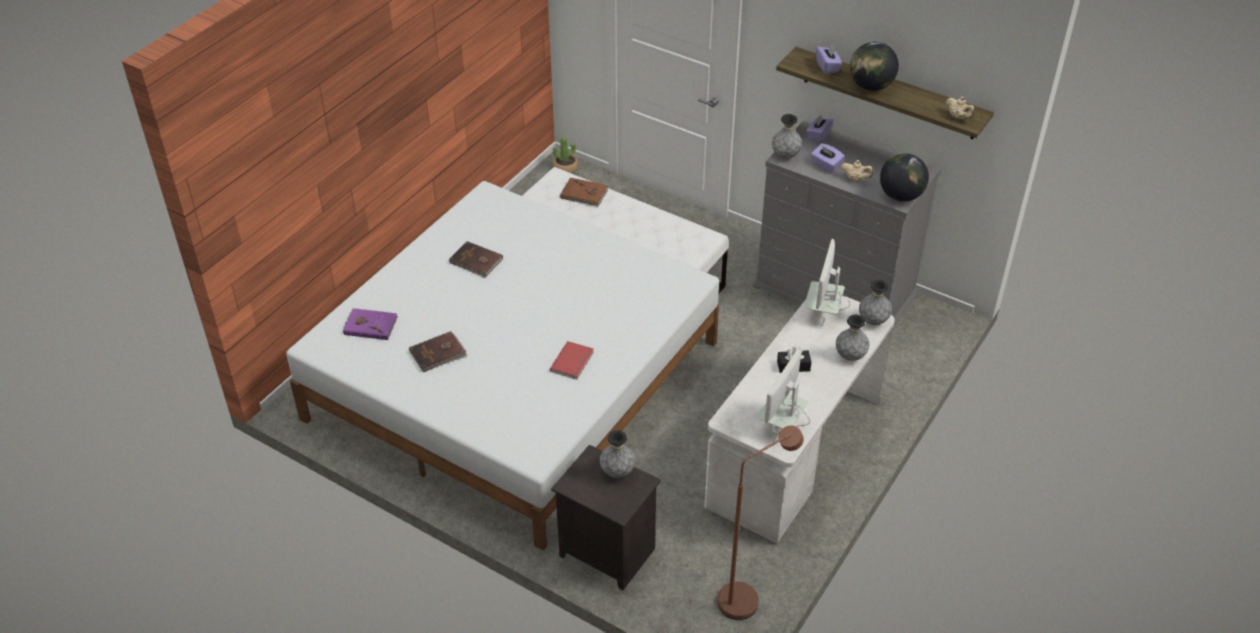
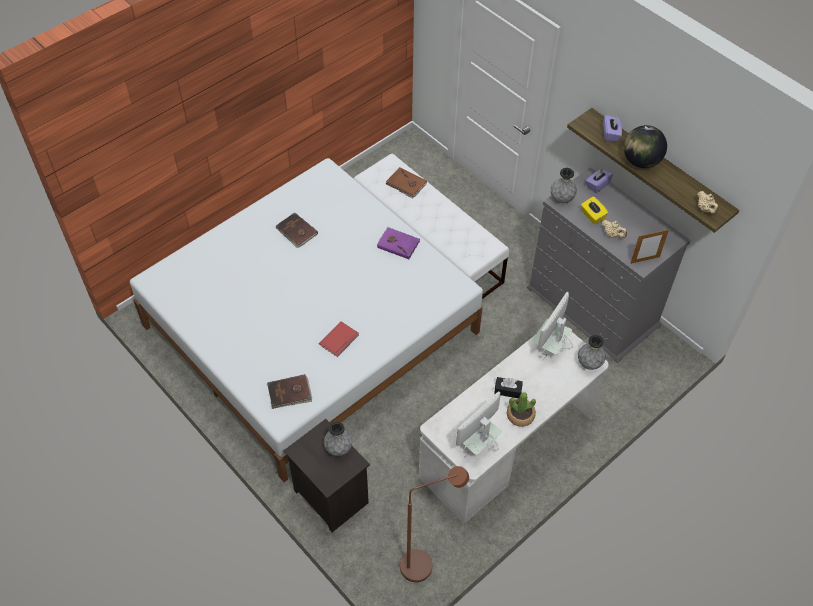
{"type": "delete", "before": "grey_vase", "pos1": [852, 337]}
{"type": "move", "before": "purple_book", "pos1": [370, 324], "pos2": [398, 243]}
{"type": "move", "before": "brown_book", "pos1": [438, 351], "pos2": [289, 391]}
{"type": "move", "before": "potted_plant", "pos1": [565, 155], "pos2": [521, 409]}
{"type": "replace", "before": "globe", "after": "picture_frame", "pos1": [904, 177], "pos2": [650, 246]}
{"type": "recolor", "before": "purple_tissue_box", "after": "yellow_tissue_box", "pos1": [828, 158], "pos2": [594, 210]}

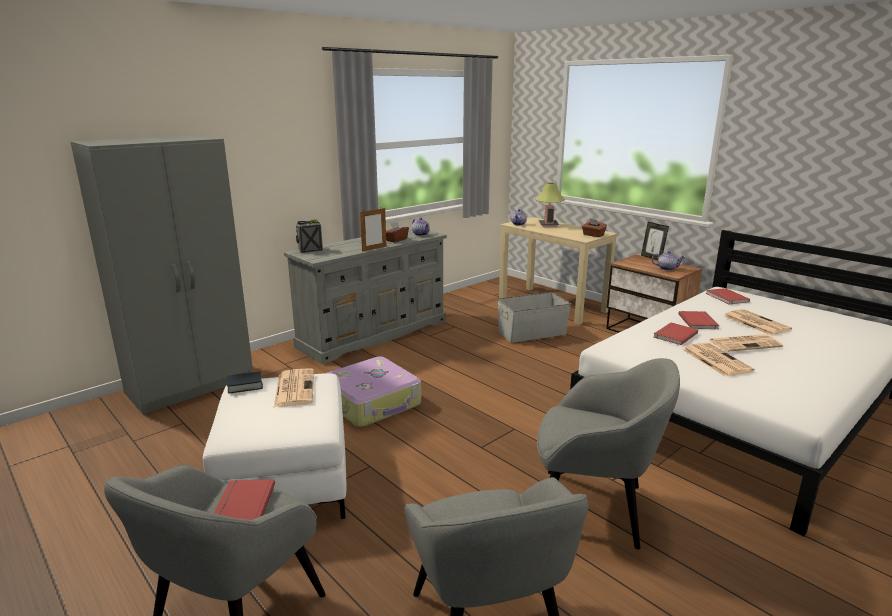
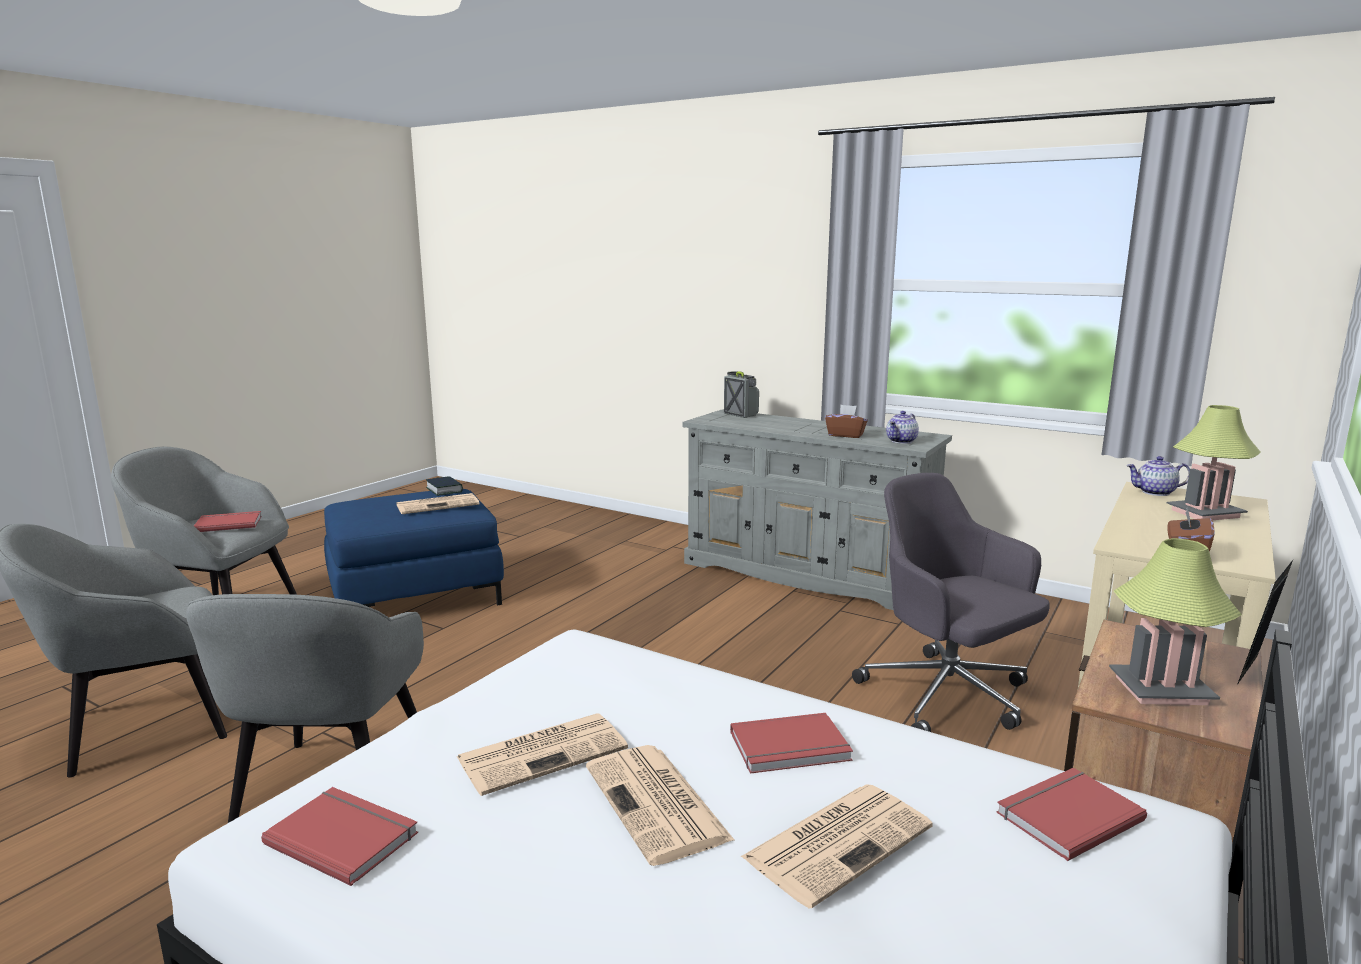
{"type": "delete", "before": "grey_wardrobe", "pos1": [161, 275]}
{"type": "delete", "before": "suitcase", "pos1": [374, 392]}
{"type": "delete", "before": "picture_frame", "pos1": [373, 230]}
{"type": "move", "before": "red_book", "pos1": [675, 334], "pos2": [339, 836]}
{"type": "replace", "before": "grey_storage_box", "after": "grey_office_chair", "pos1": [534, 317], "pos2": [951, 602]}
{"type": "replace", "before": "teapot", "after": "table_lamp", "pos1": [668, 260], "pos2": [1175, 621]}
{"type": "recolor", "before": "white_ottoman", "after": "blue_ottoman", "pos1": [274, 446], "pos2": [414, 548]}

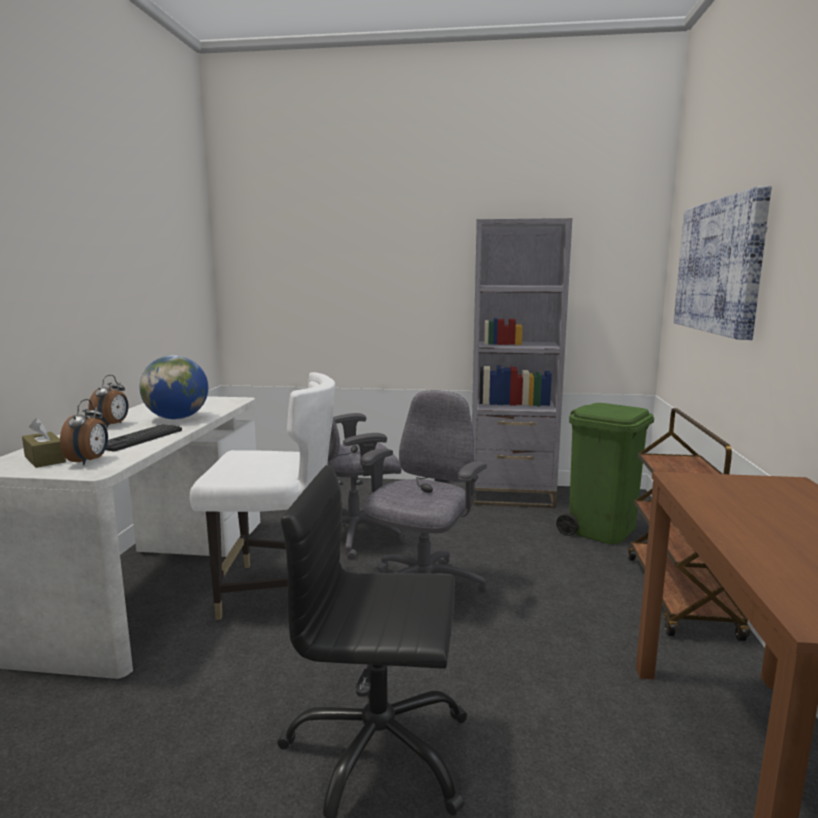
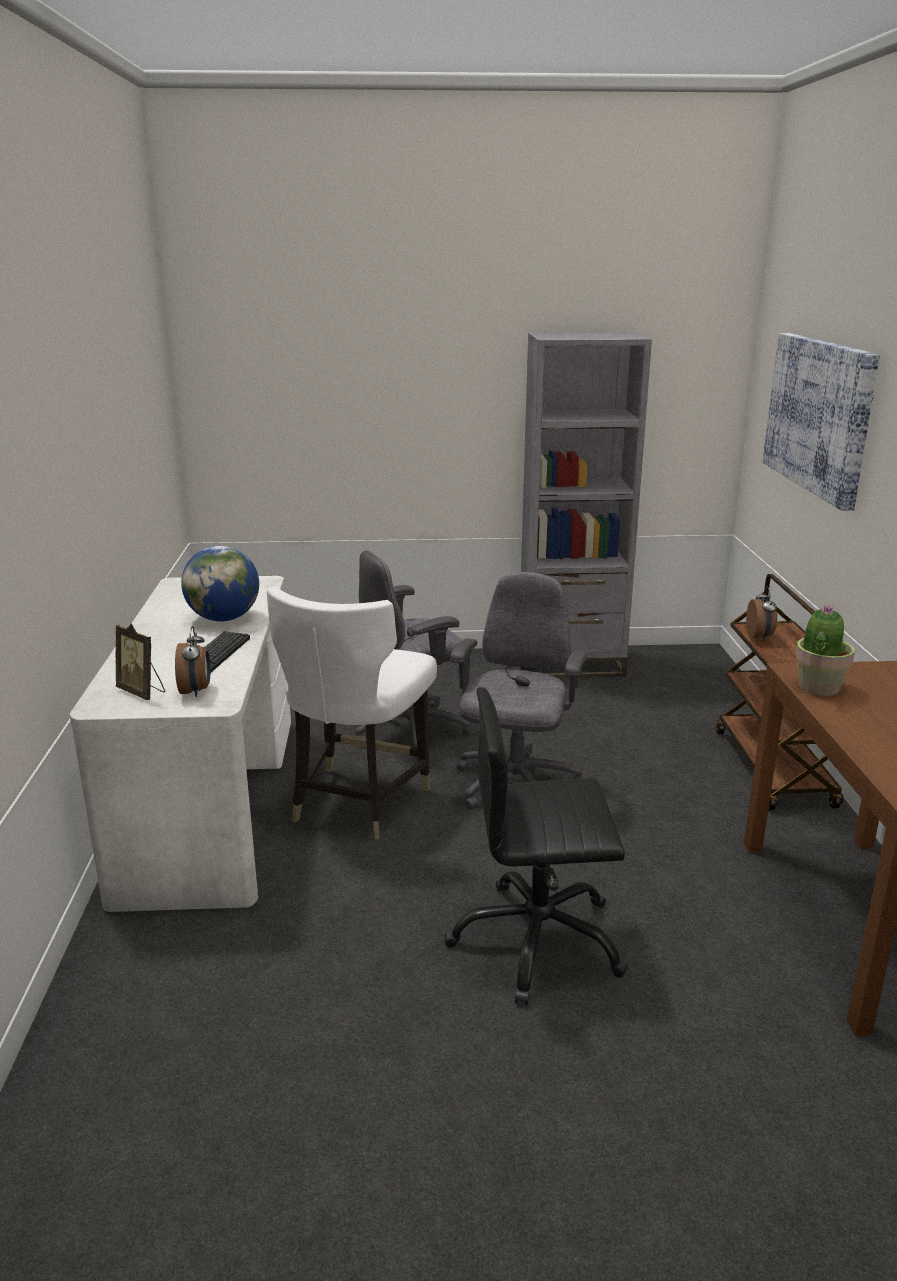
{"type": "delete", "before": "green_trash_can", "pos1": [605, 473]}
{"type": "insert", "after": "potted_plant", "pos2": [825, 650]}
{"type": "move", "before": "alarm_clock", "pos1": [108, 401], "pos2": [761, 614]}
{"type": "replace", "before": "brown_tissue_box", "after": "picture_frame", "pos1": [44, 443], "pos2": [140, 662]}
{"type": "rotate", "before": "white_chair", "pos1": [262, 496], "pos2": [352, 713], "turn": 120}

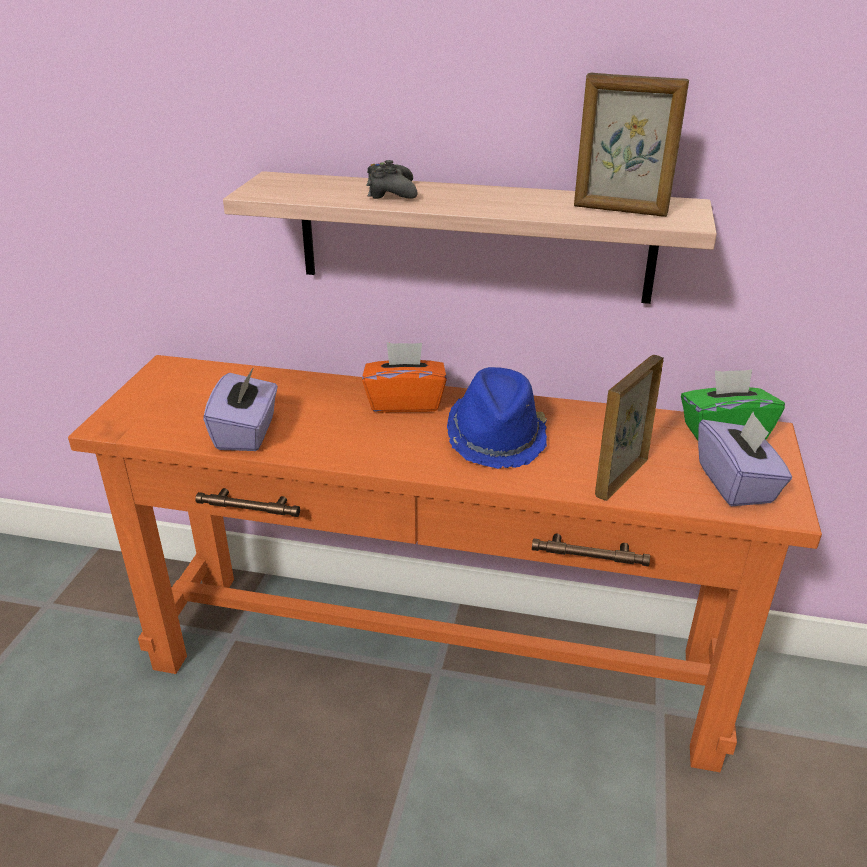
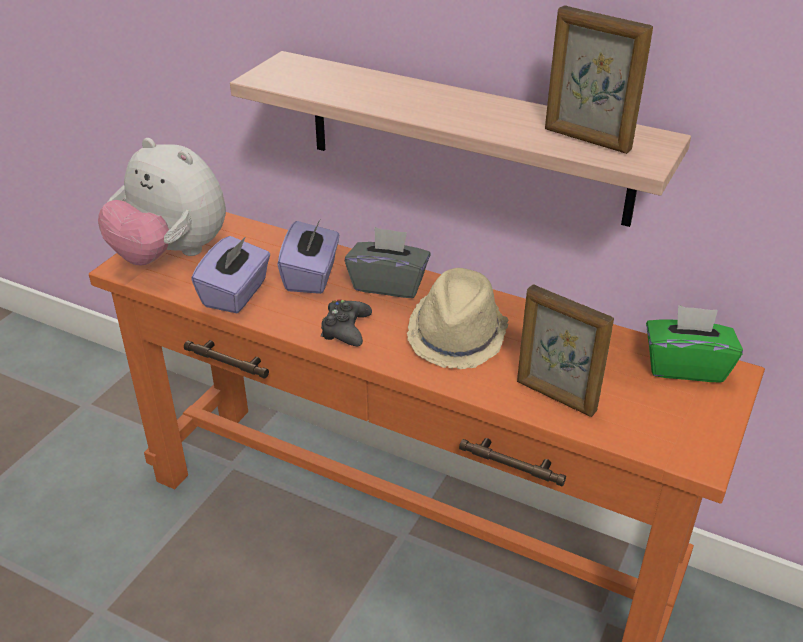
{"type": "insert", "after": "plush_toy", "pos2": [162, 202]}
{"type": "move", "before": "black_game_controller", "pos1": [392, 179], "pos2": [346, 322]}
{"type": "move", "before": "purple_tissue_box", "pos1": [745, 459], "pos2": [308, 257]}
{"type": "recolor", "before": "orange_tissue_box", "after": "grey_tissue_box", "pos1": [404, 377], "pos2": [388, 262]}
{"type": "recolor", "before": "blue_hat", "after": "beige_hat", "pos1": [497, 418], "pos2": [457, 318]}
{"type": "rotate", "before": "picture_frame", "pos1": [629, 428], "pos2": [565, 350], "turn": -105}

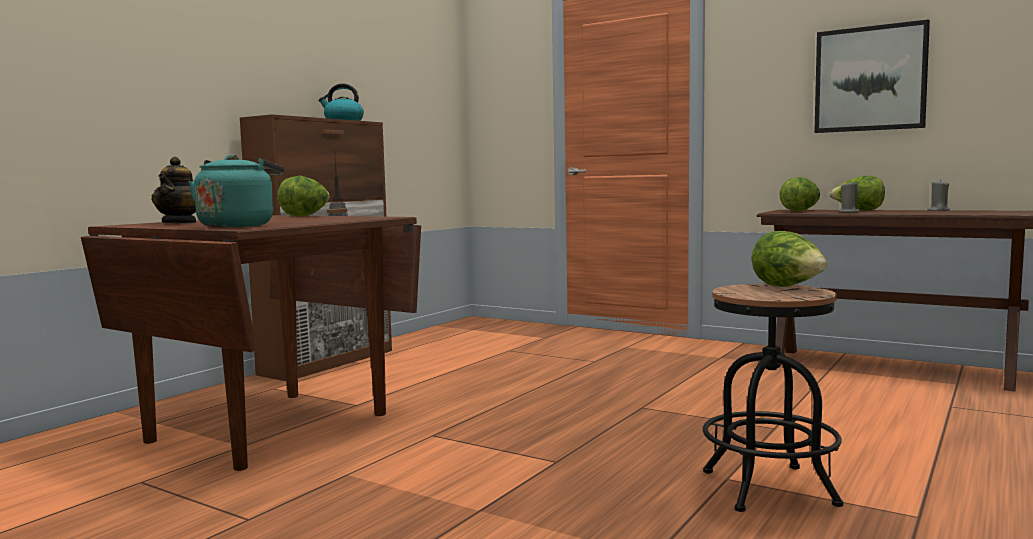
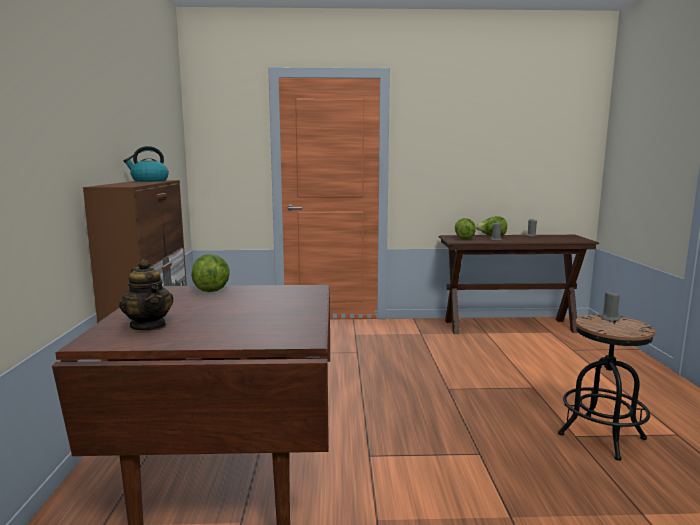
{"type": "delete", "before": "turquoise_kettle", "pos1": [236, 191]}
{"type": "delete", "before": "picture", "pos1": [872, 76]}
{"type": "replace", "before": "lettuce", "after": "grey_candle", "pos1": [789, 259], "pos2": [610, 306]}

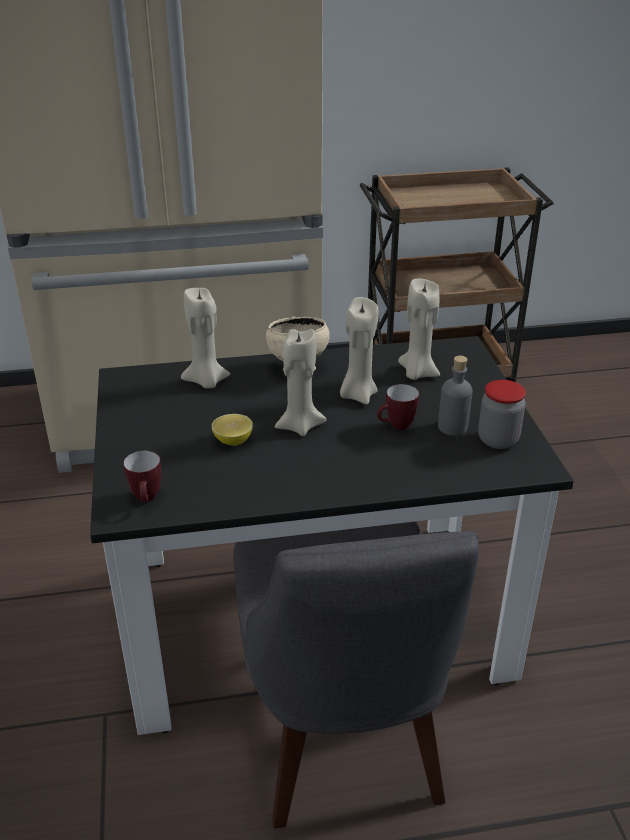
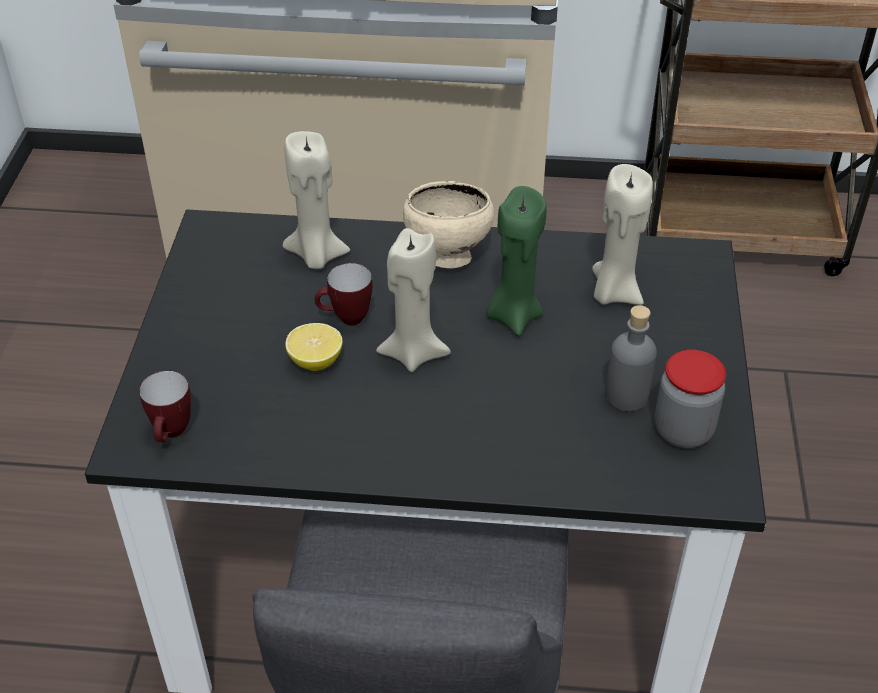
{"type": "move", "before": "mug", "pos1": [398, 407], "pos2": [343, 294]}
{"type": "recolor", "before": "beige_candle", "after": "green_candle", "pos1": [359, 351], "pos2": [516, 261]}

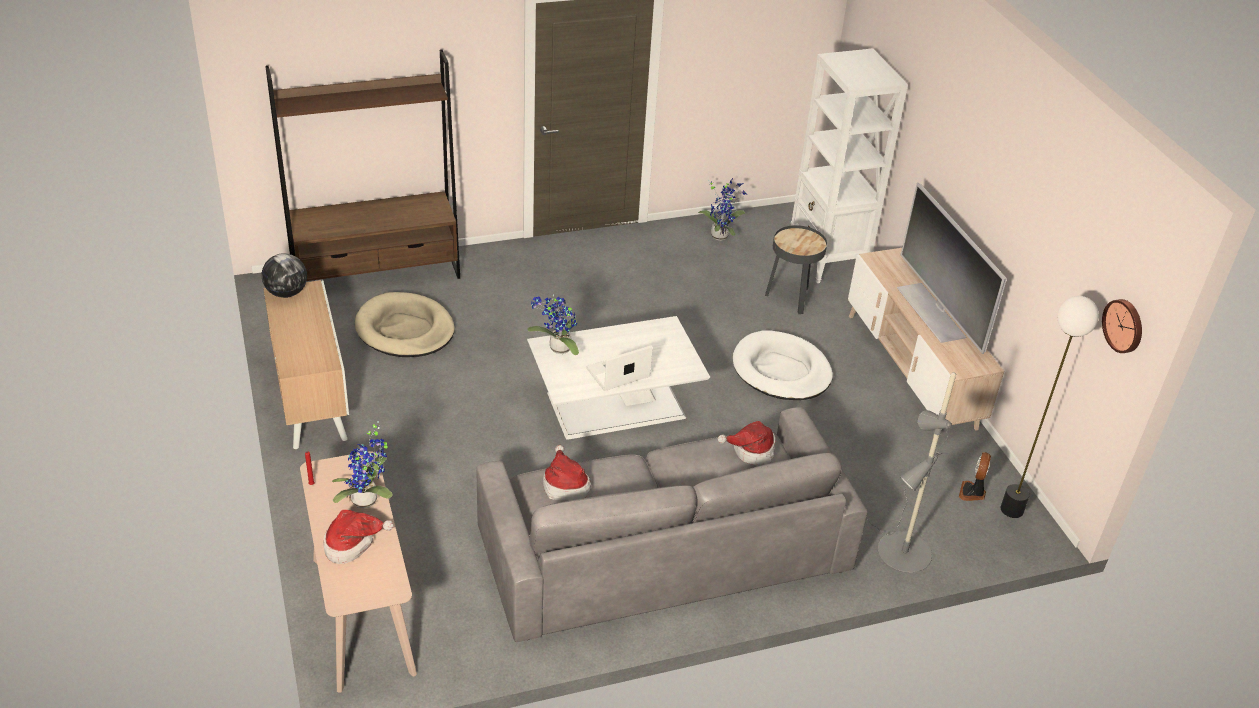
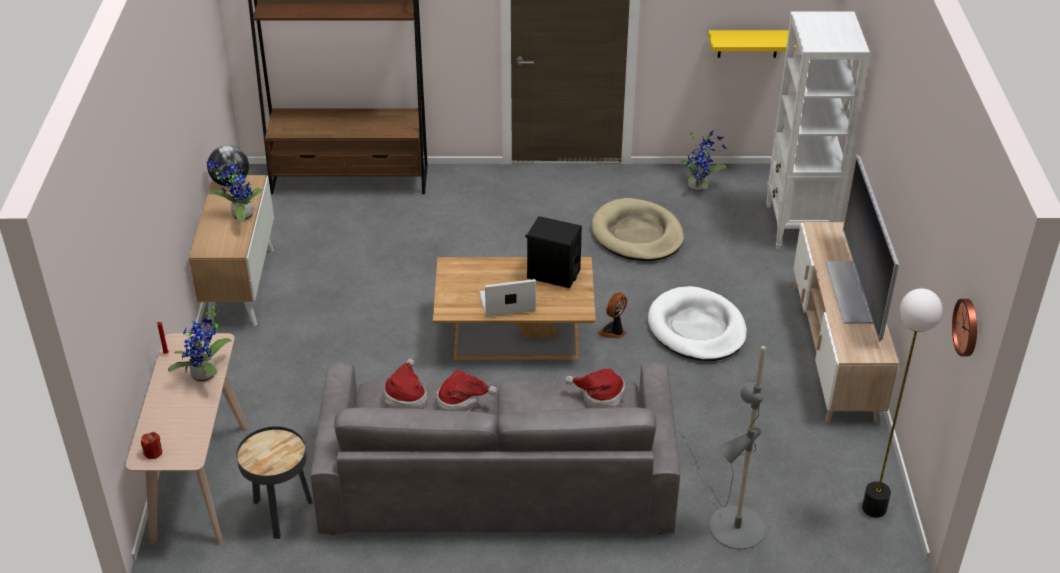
{"type": "insert", "after": "red_candle", "pos2": [151, 445]}
{"type": "insert", "after": "black_speaker", "pos2": [553, 252]}
{"type": "insert", "after": "yellow_shelf", "pos2": [752, 44]}
{"type": "move", "before": "hat", "pos1": [358, 537], "pos2": [466, 390]}
{"type": "move", "before": "beige_dog_bed", "pos1": [405, 324], "pos2": [637, 229]}
{"type": "move", "before": "potted_plant", "pos1": [553, 324], "pos2": [234, 191]}
{"type": "move", "before": "black_side_table", "pos1": [796, 269], "pos2": [275, 482]}
{"type": "move", "before": "fan", "pos1": [975, 476], "pos2": [612, 315]}
{"type": "recolor", "before": "white_coffee_table", "after": "brown_coffee_table", "pos1": [618, 378], "pos2": [514, 308]}

